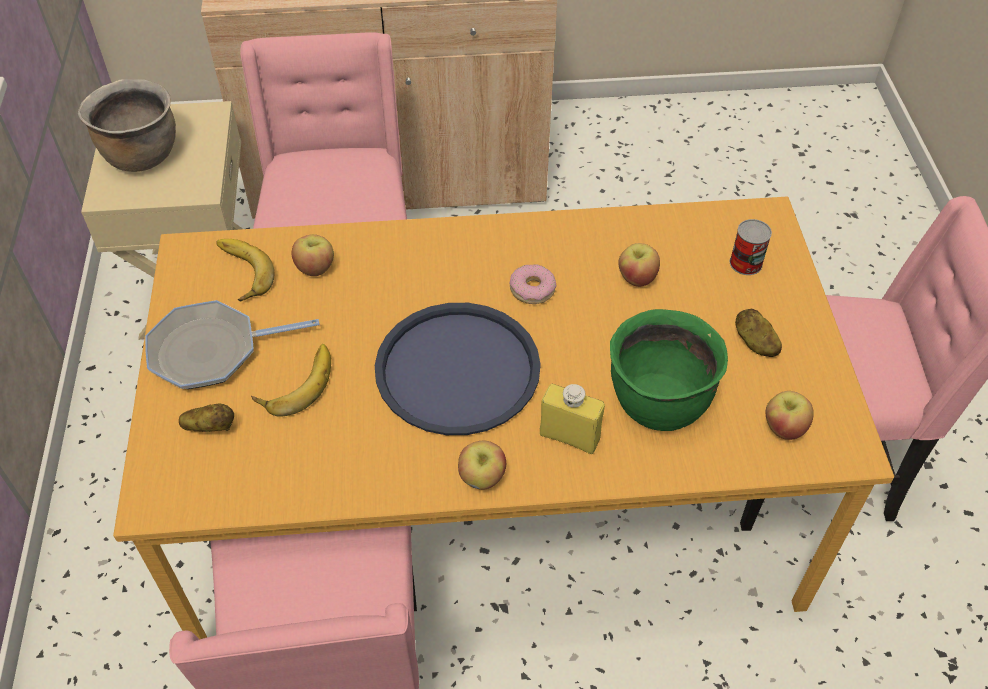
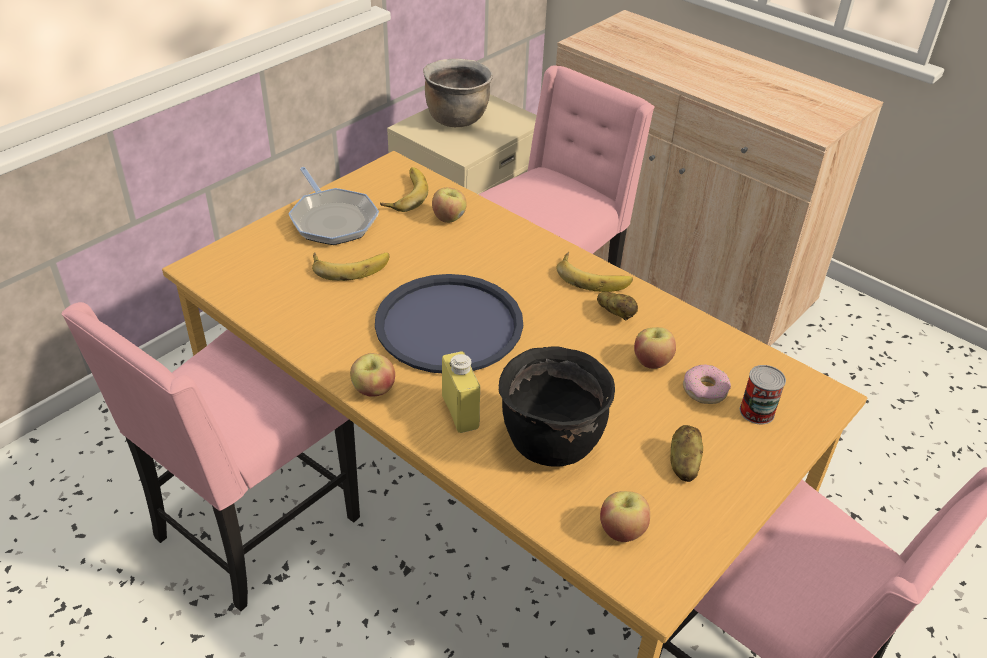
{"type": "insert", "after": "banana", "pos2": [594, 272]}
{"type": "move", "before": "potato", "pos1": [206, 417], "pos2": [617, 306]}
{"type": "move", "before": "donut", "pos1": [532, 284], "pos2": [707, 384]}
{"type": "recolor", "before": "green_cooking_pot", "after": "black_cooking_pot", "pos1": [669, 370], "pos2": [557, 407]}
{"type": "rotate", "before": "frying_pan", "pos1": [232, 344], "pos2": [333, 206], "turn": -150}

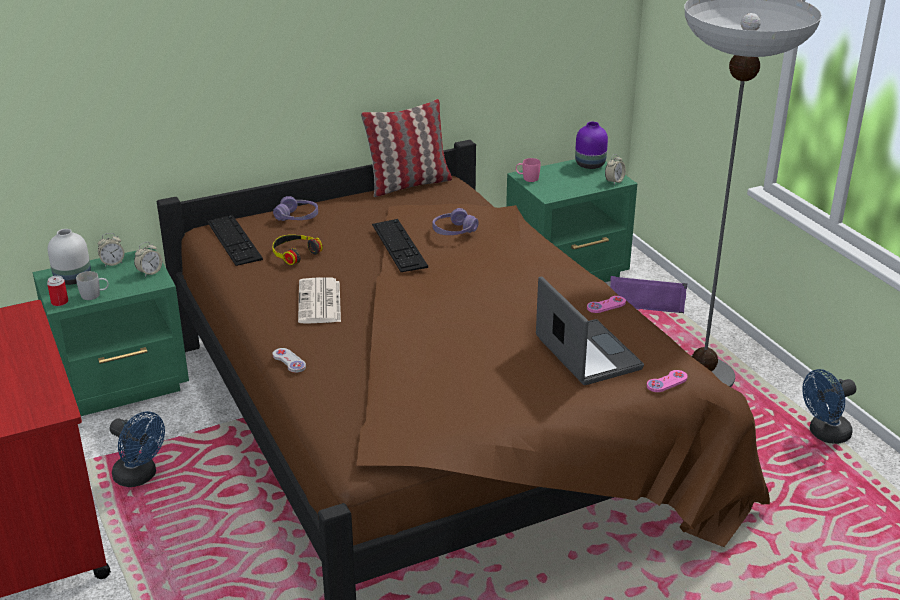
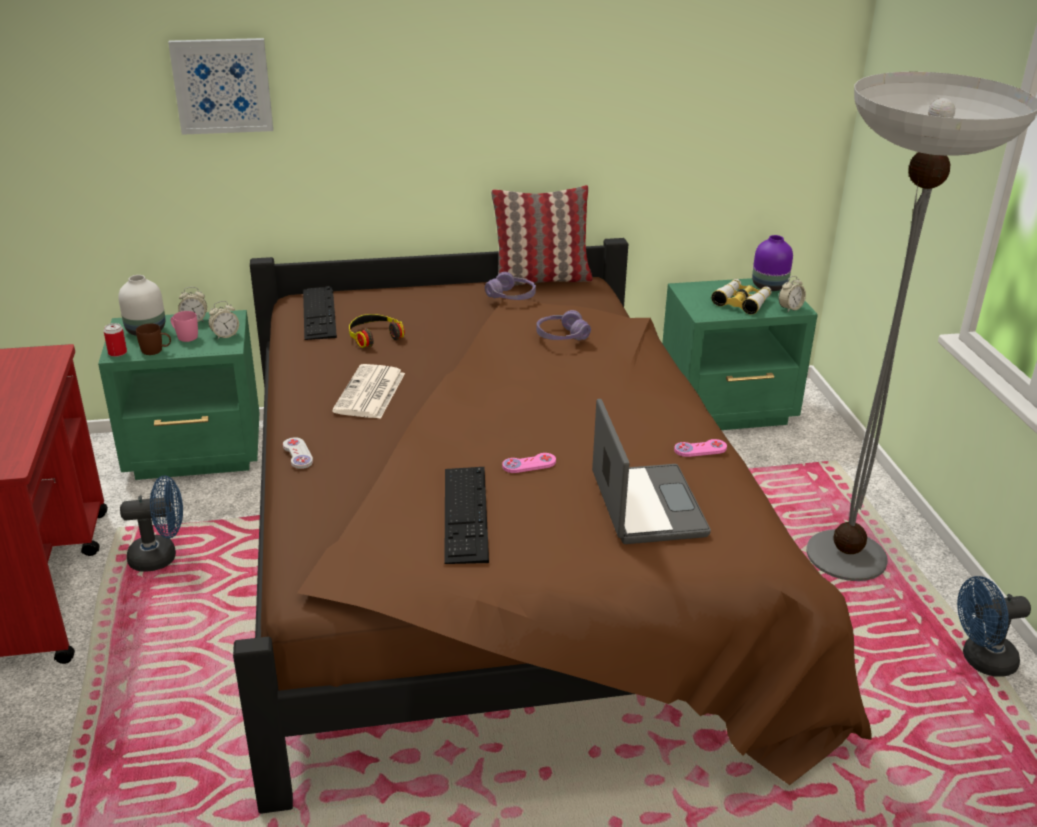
{"type": "delete", "before": "purple_speaker", "pos1": [648, 294]}
{"type": "insert", "after": "picture", "pos2": [220, 86]}
{"type": "insert", "after": "binoculars", "pos2": [741, 297]}
{"type": "move", "before": "purple_headphones", "pos1": [295, 208], "pos2": [510, 286]}
{"type": "move", "before": "keyboard", "pos1": [400, 245], "pos2": [466, 515]}
{"type": "move", "before": "pink_mug", "pos1": [528, 170], "pos2": [184, 326]}
{"type": "move", "before": "pink_game_controller", "pos1": [667, 381], "pos2": [529, 463]}
{"type": "recolor", "before": "white_mug", "after": "brown_mug", "pos1": [92, 285], "pos2": [153, 339]}
{"type": "rotate", "before": "blue_fan", "pos1": [137, 449], "pos2": [151, 524], "turn": -60}

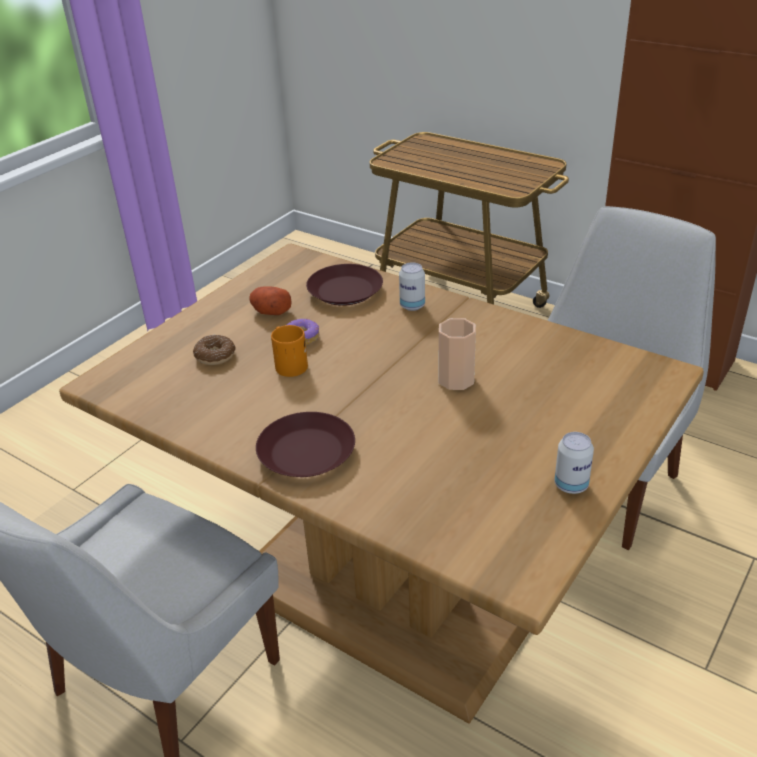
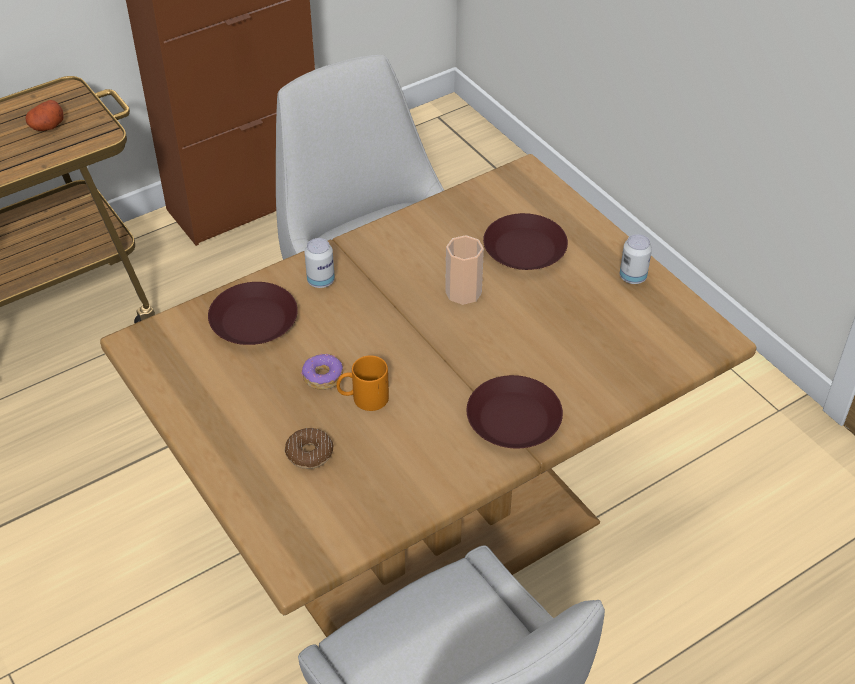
{"type": "insert", "after": "brown_plate", "pos2": [525, 241]}
{"type": "move", "before": "potato", "pos1": [270, 300], "pos2": [44, 115]}

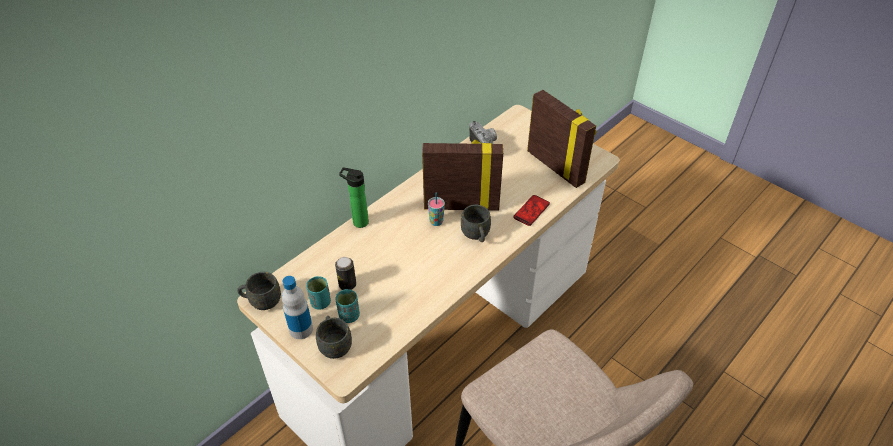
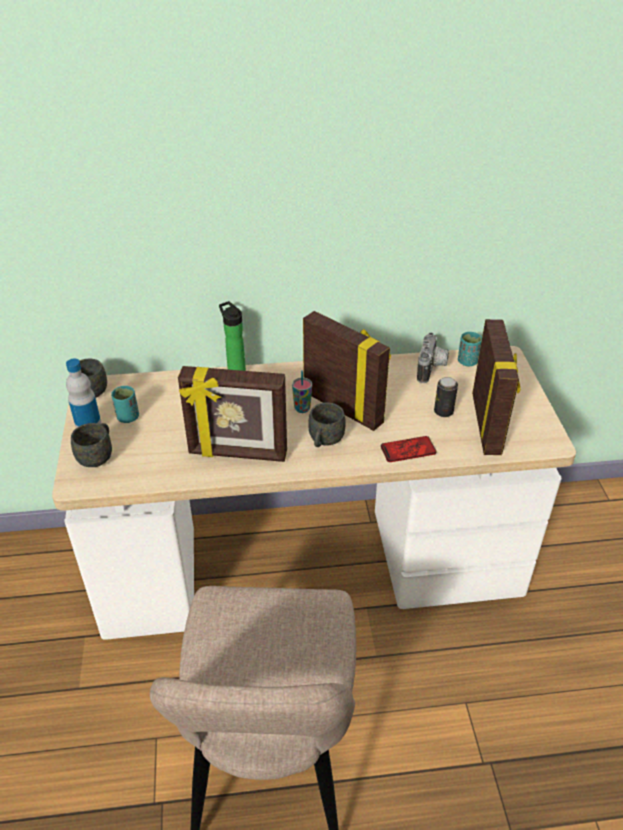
{"type": "insert", "after": "picture_frame", "pos2": [232, 414]}
{"type": "move", "before": "can", "pos1": [345, 273], "pos2": [446, 397]}
{"type": "move", "before": "turquoise_cup", "pos1": [347, 306], "pos2": [470, 349]}

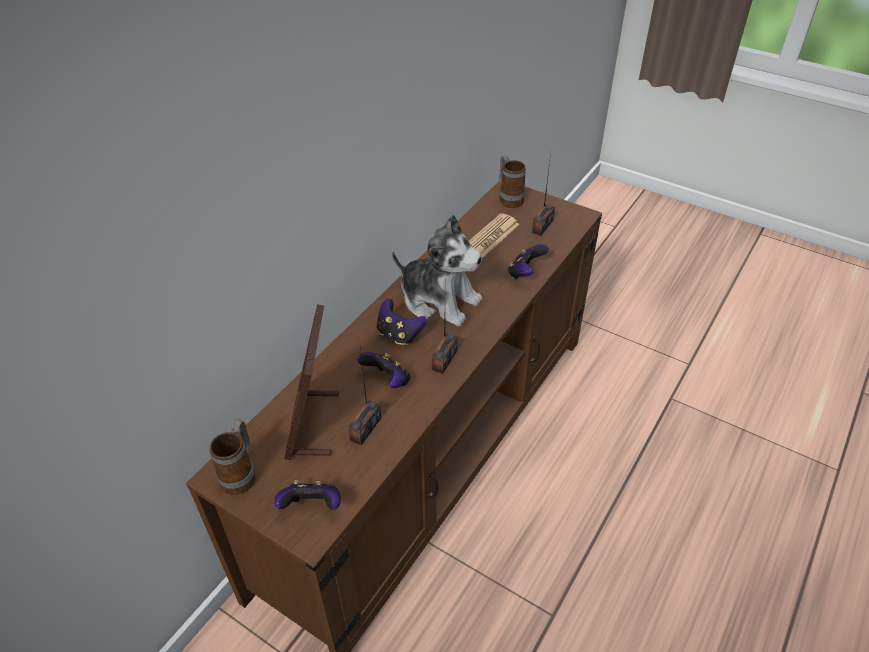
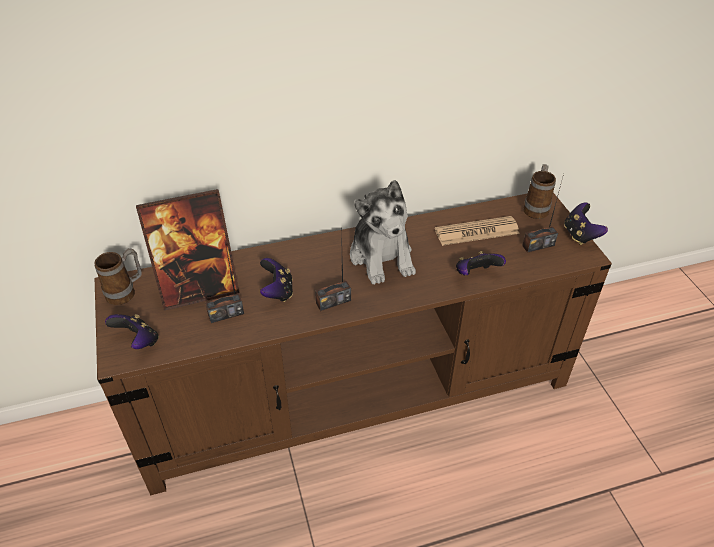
{"type": "move", "before": "game_controller", "pos1": [402, 322], "pos2": [586, 223]}
{"type": "rotate", "before": "picture_frame", "pos1": [311, 382], "pos2": [188, 250], "turn": -150}

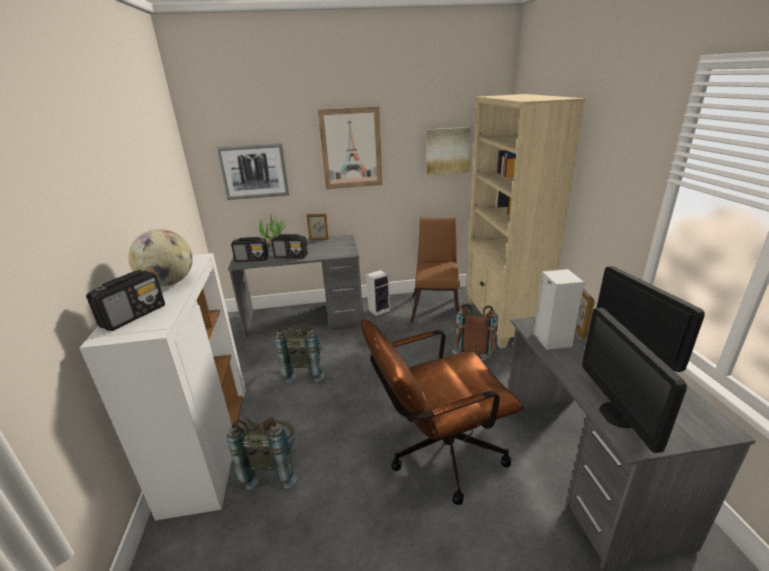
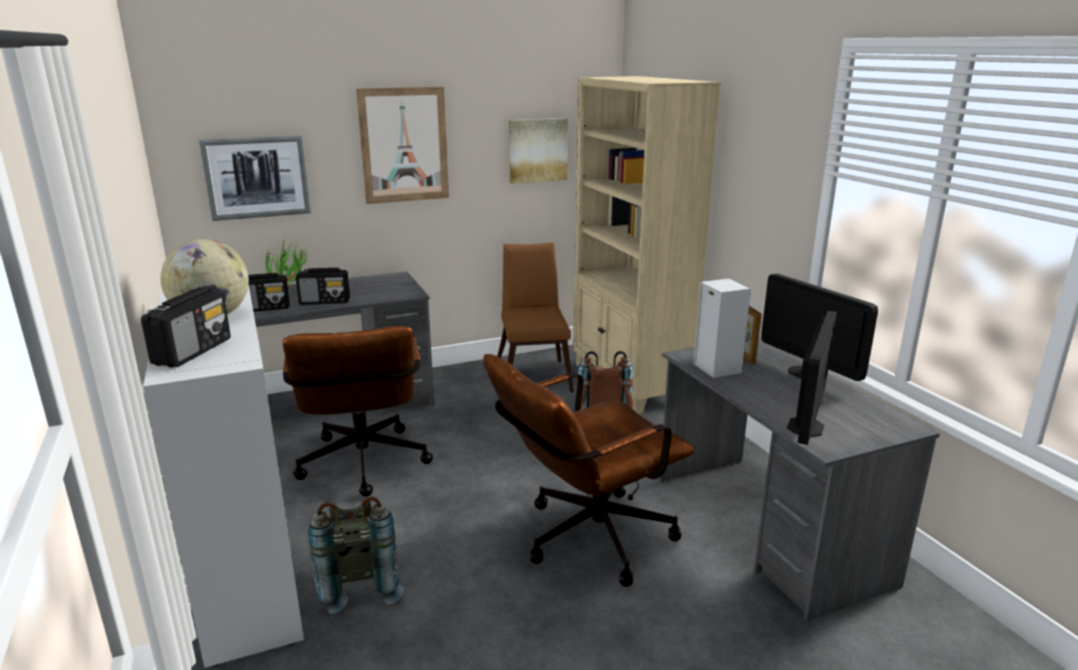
{"type": "delete", "before": "picture_frame", "pos1": [317, 227]}
{"type": "delete", "before": "speaker", "pos1": [378, 293]}
{"type": "replace", "before": "grey_backpack", "after": "brown_office_chair", "pos1": [299, 354], "pos2": [358, 411]}
{"type": "rotate", "before": "monitor", "pos1": [634, 380], "pos2": [812, 378], "turn": -135}

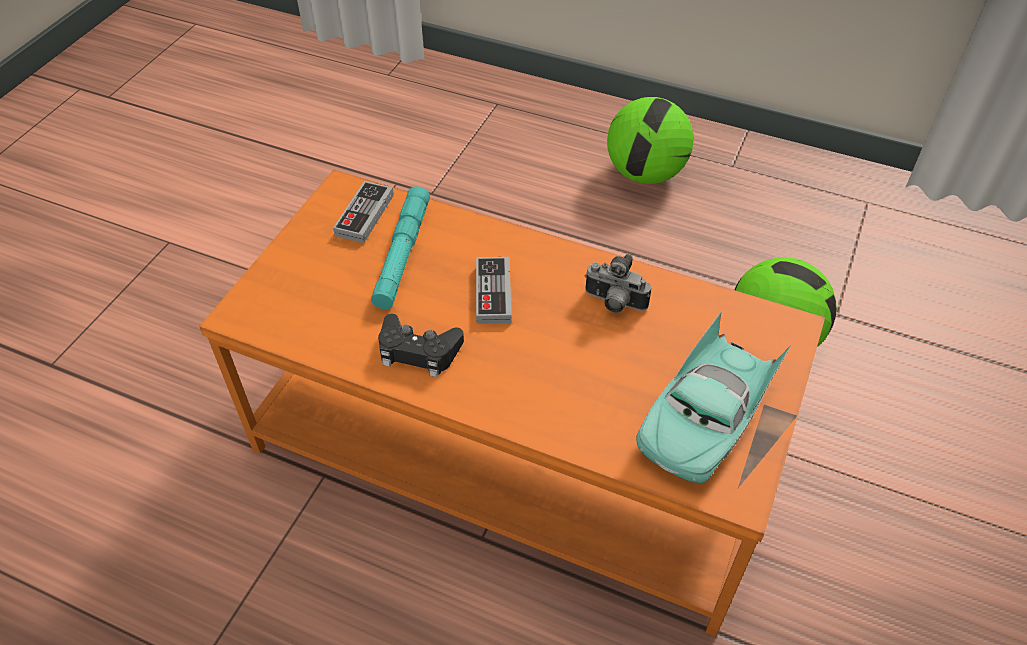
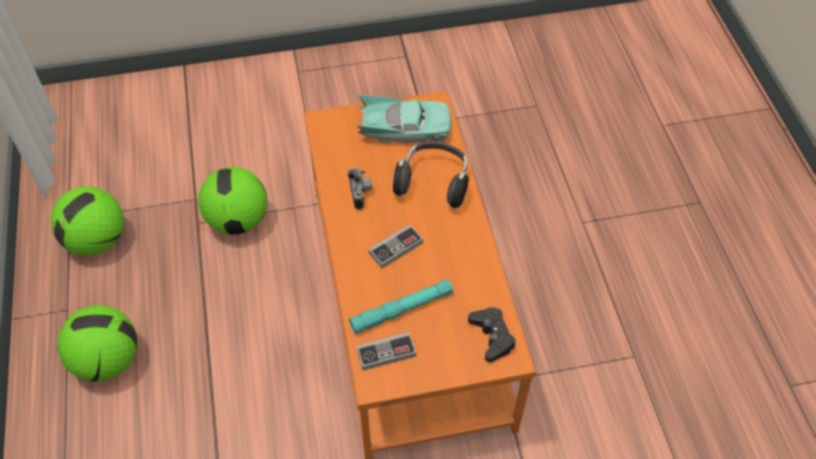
{"type": "insert", "after": "football", "pos2": [87, 220]}
{"type": "insert", "after": "headphones", "pos2": [431, 175]}
{"type": "move", "before": "black_game_controller", "pos1": [421, 345], "pos2": [492, 334]}

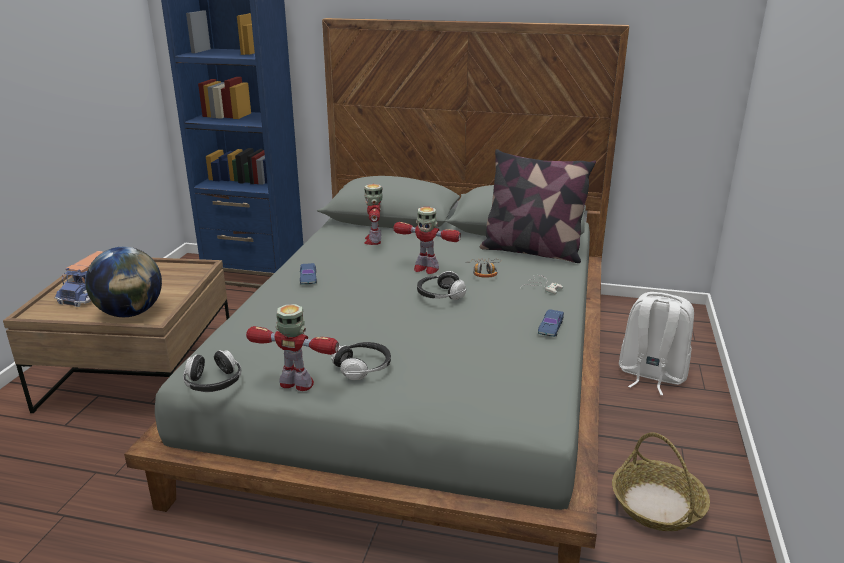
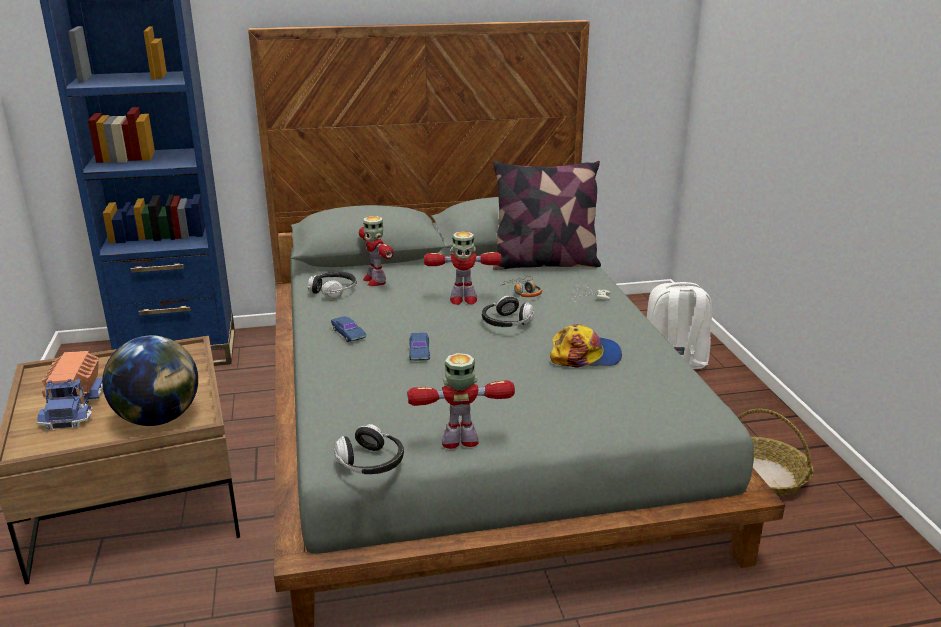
{"type": "insert", "after": "cap", "pos2": [586, 346]}
{"type": "move", "before": "headphones", "pos1": [361, 361], "pos2": [332, 285]}
{"type": "move", "before": "blue_toy_car", "pos1": [551, 323], "pos2": [419, 347]}

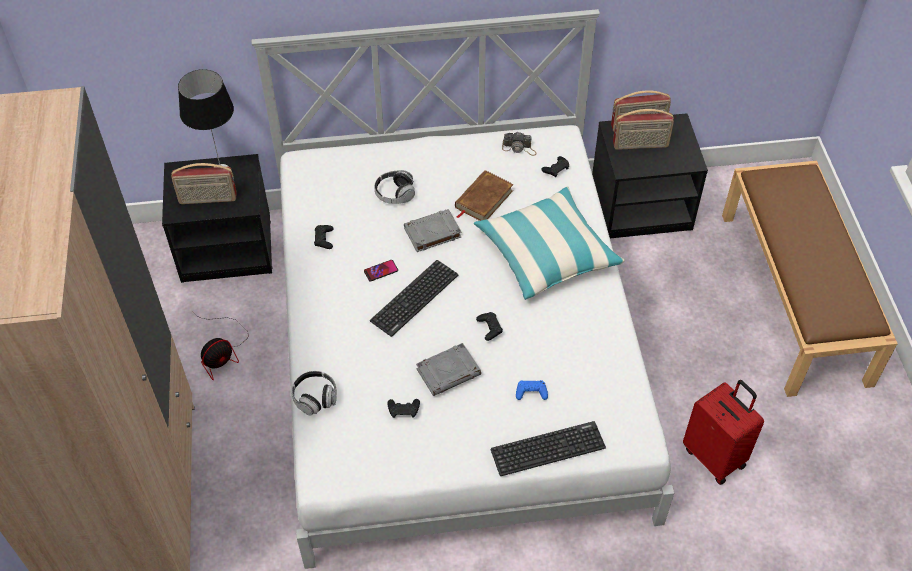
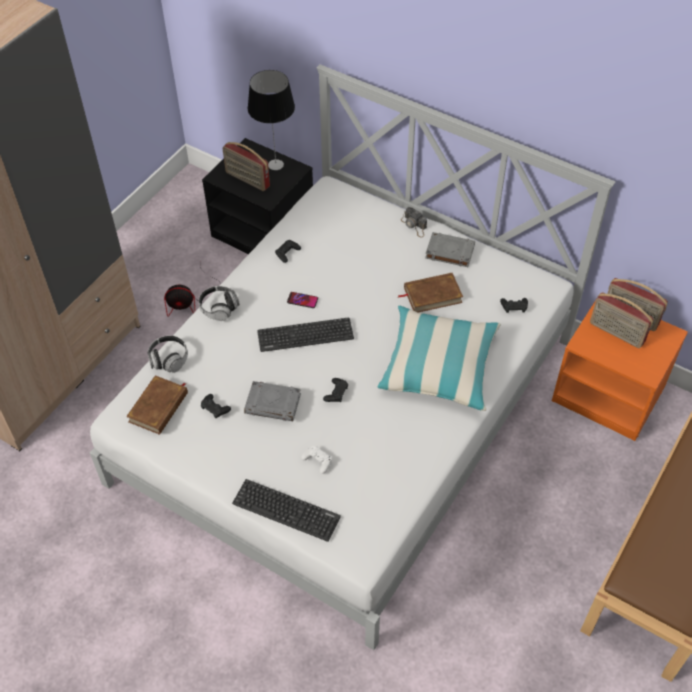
{"type": "delete", "before": "red_suitcase", "pos1": [723, 432]}
{"type": "insert", "after": "brown_book", "pos2": [157, 405]}
{"type": "move", "before": "headphones", "pos1": [394, 187], "pos2": [219, 303]}
{"type": "move", "before": "grey_book", "pos1": [433, 230], "pos2": [450, 249]}
{"type": "move", "before": "photo_camera", "pos1": [519, 144], "pos2": [414, 222]}
{"type": "recolor", "before": "blue_game_controller", "after": "white_game_controller", "pos1": [532, 390], "pos2": [316, 460]}
{"type": "recolor", "before": "black_nightstand", "after": "orange_nightstand", "pos1": [650, 175], "pos2": [620, 367]}

